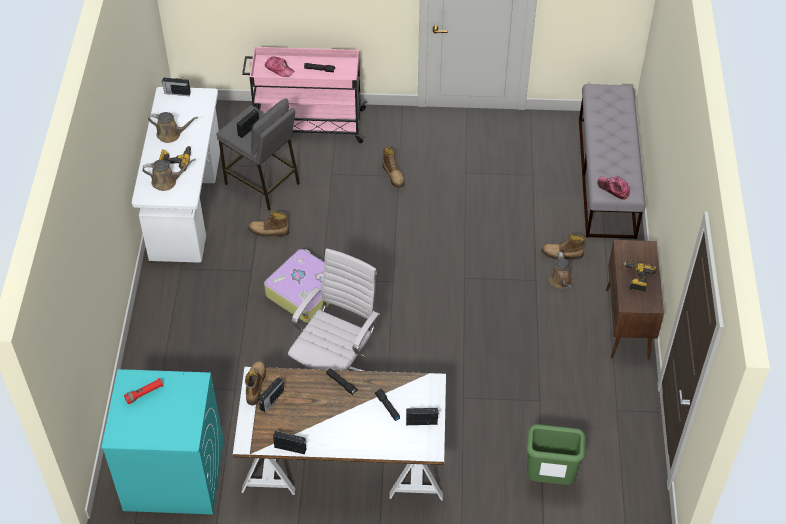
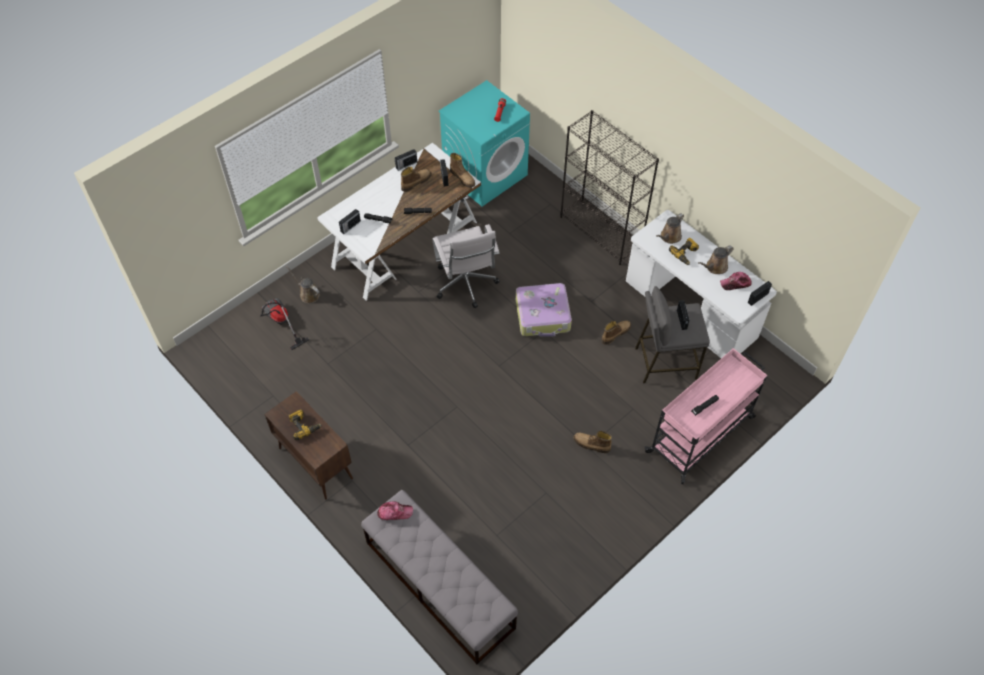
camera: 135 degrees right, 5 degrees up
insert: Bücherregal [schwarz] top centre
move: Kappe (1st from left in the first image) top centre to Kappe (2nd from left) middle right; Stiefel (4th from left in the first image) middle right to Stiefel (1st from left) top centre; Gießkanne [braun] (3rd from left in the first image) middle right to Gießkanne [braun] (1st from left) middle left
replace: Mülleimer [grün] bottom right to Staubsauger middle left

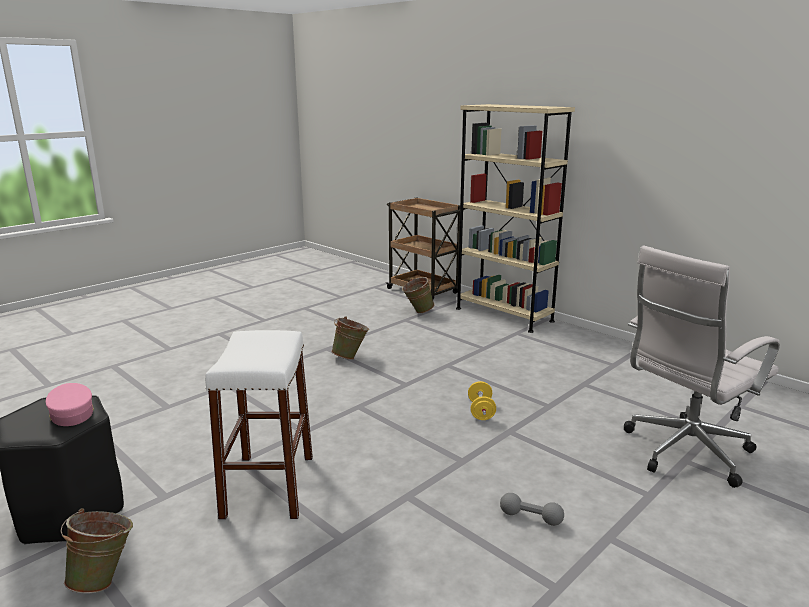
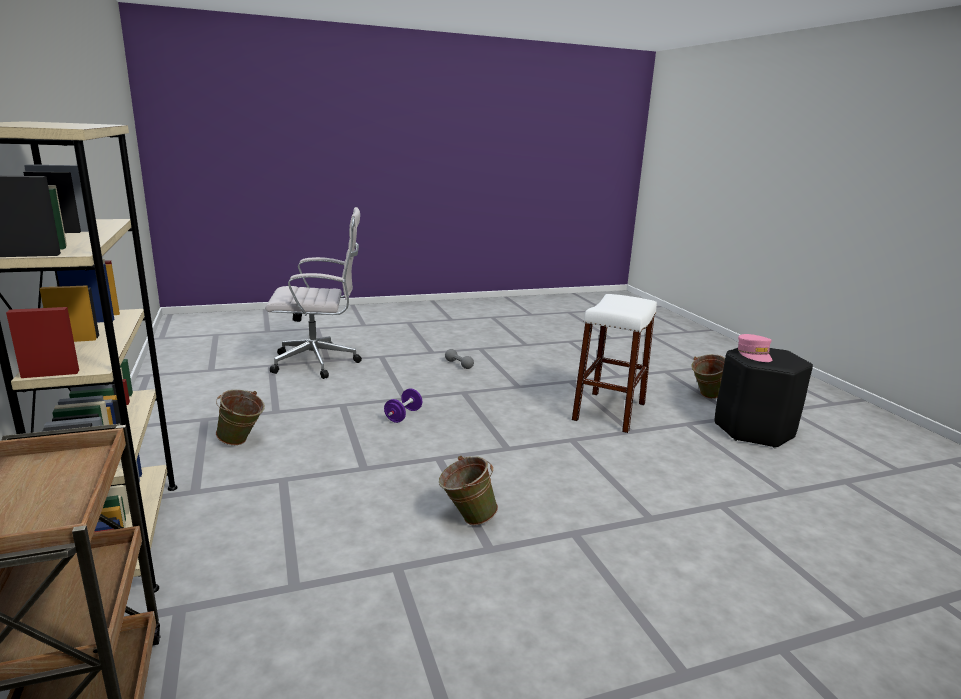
camera: 155 degrees left, 0 degrees up
move: Eimer [grün] (3rd from left in the first image) centre to Eimer [grün] (1st from left) middle left
recolor: Hantel [gelb] centre to Hantel [lila] centre

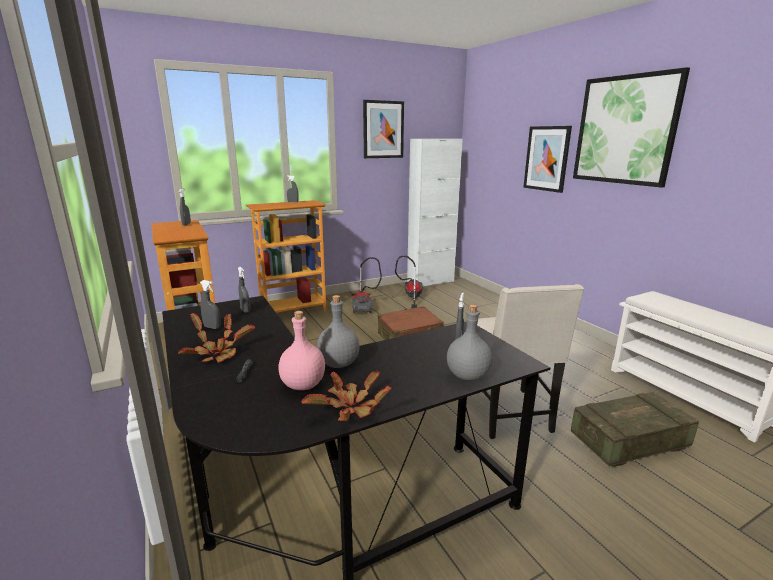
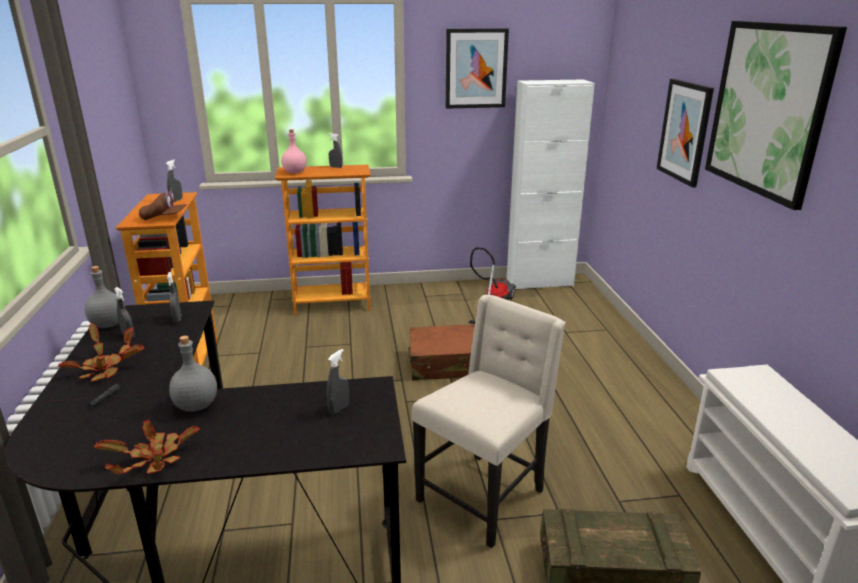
camera: 20 degrees right, 5 degrees up
delete: Staubsauger (1st from left) centre
insert: Kappe [braun] middle left
move: Flasche [grau] (2nd from left in the first image) centre to Flasche [grau] (1st from left) middle left; Flasche [rosa] centre to top centre
rotate: Stuhl [beige] middle right = bottom centre 150 degrees counterclockwise

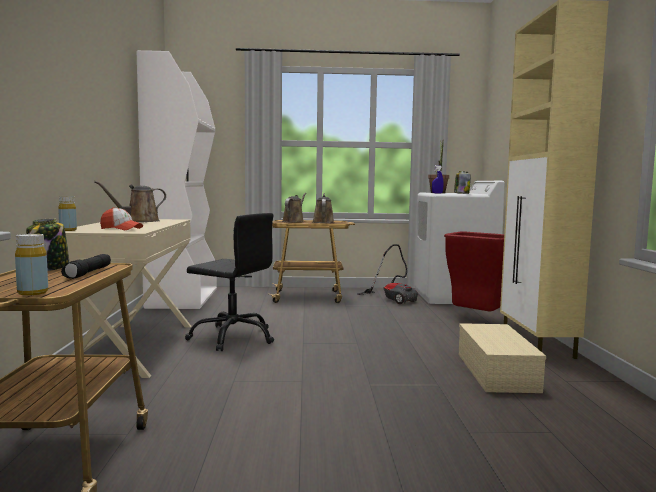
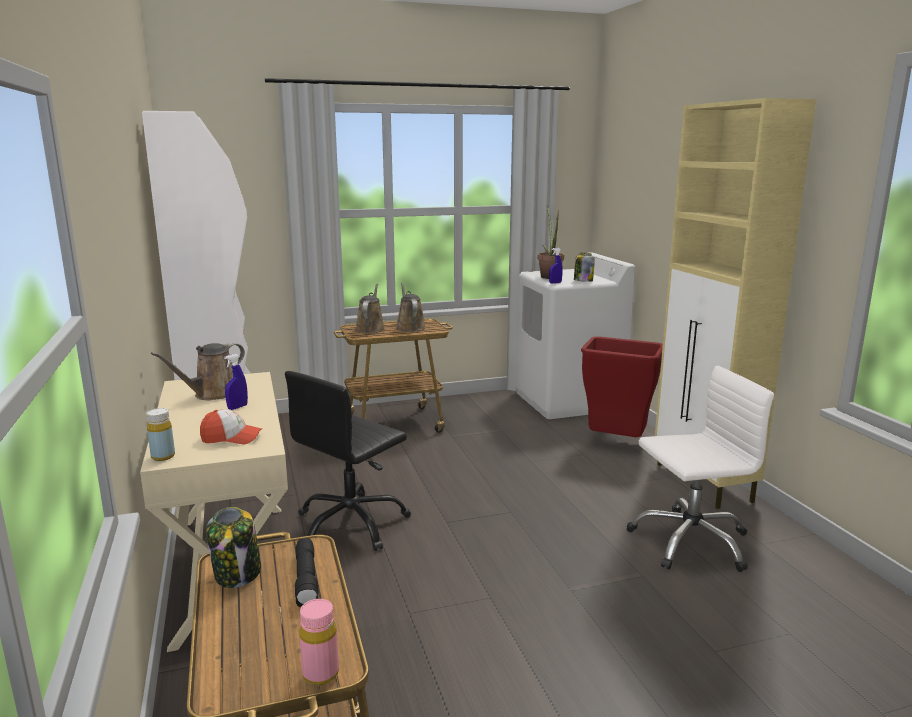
camera: 15 degrees left, 10 degrees up
delete: Staubsauger centre
insert: Sprühflasche [blau] (1st from left) middle left
replace: Aufbewahrungsbox [beige] bottom right to Bürostuhl [weiß] middle right
recolor: Flasche [gelb] (1st from left) middle left to Flasche [rosa] bottom centre
rotate: Bürostuhl [schwarz] centre = centre 120 degrees clockwise

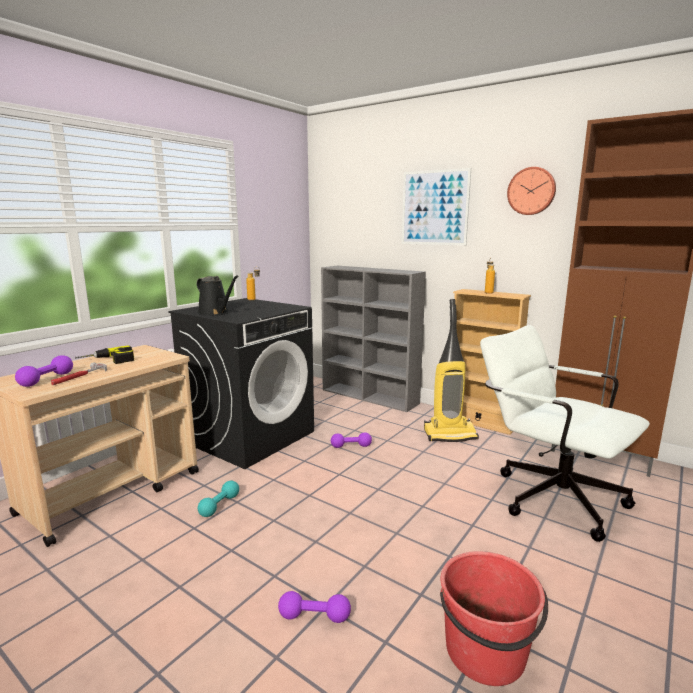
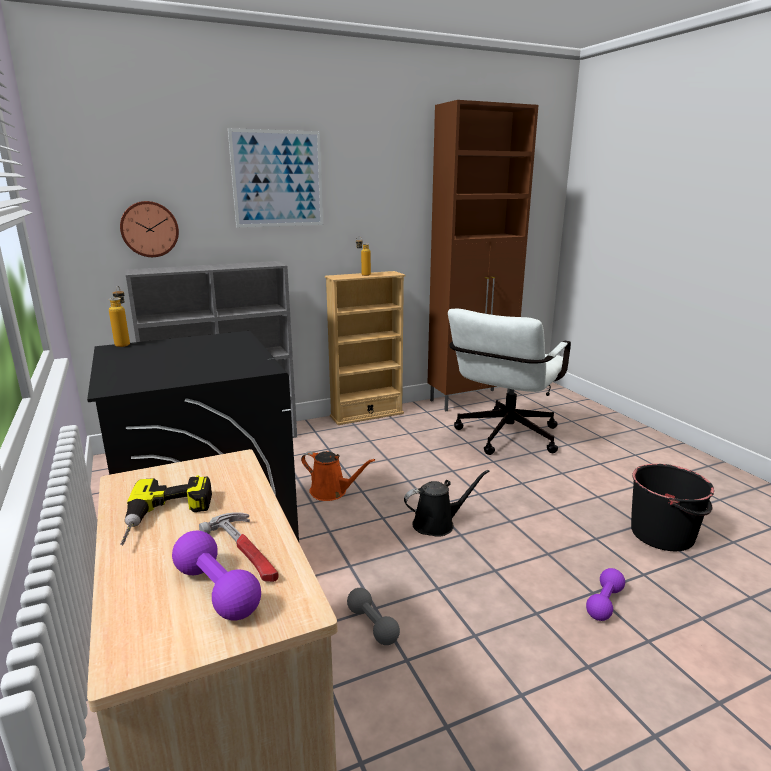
camera: 60 degrees left, 5 degrees up
delete: Staubsauger centre
move: Wanduhr top right to top left; Gießkanne [schwarz] middle left to centre
replace: Hantel [lila] (3rd from left) centre to Gießkanne [orange] centre
recolor: Hantel [türkis] bottom left to Hantel [grau] bottom centre; Eimer [rot] bottom right to Eimer [schwarz] middle right
rotate: Bürostuhl [weiß] middle right = centre 45 degrees counterclockwise

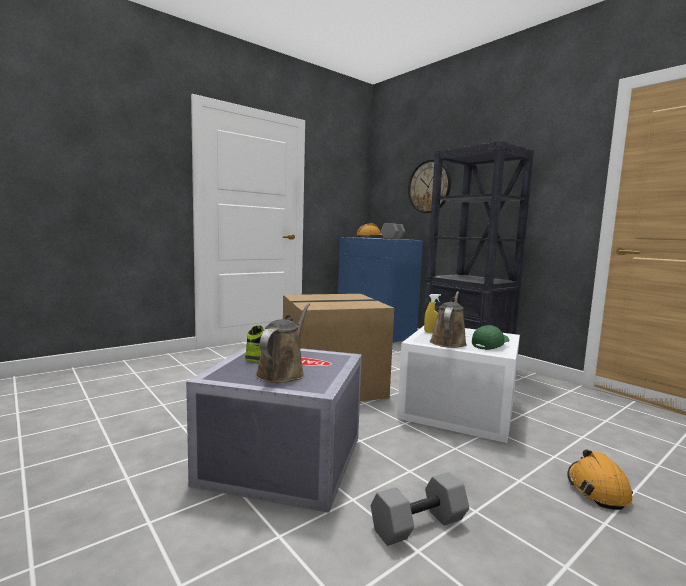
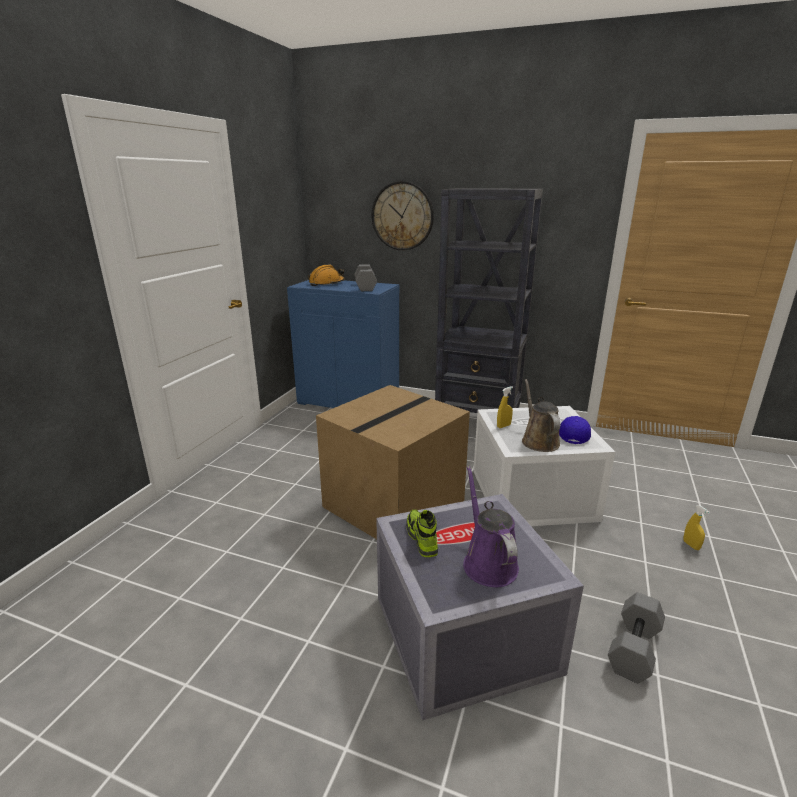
camera: 30 degrees left, 15 degrees up
replace: Schutzhelm [orange] (2nd from left) bottom right to Sprühflasche [gelb] (2nd from left) middle right
recolor: Gießkanne [braun] (1st from left) centre to Gießkanne [lila] centre; Kappe [grün] middle right to Kappe [blau] middle right

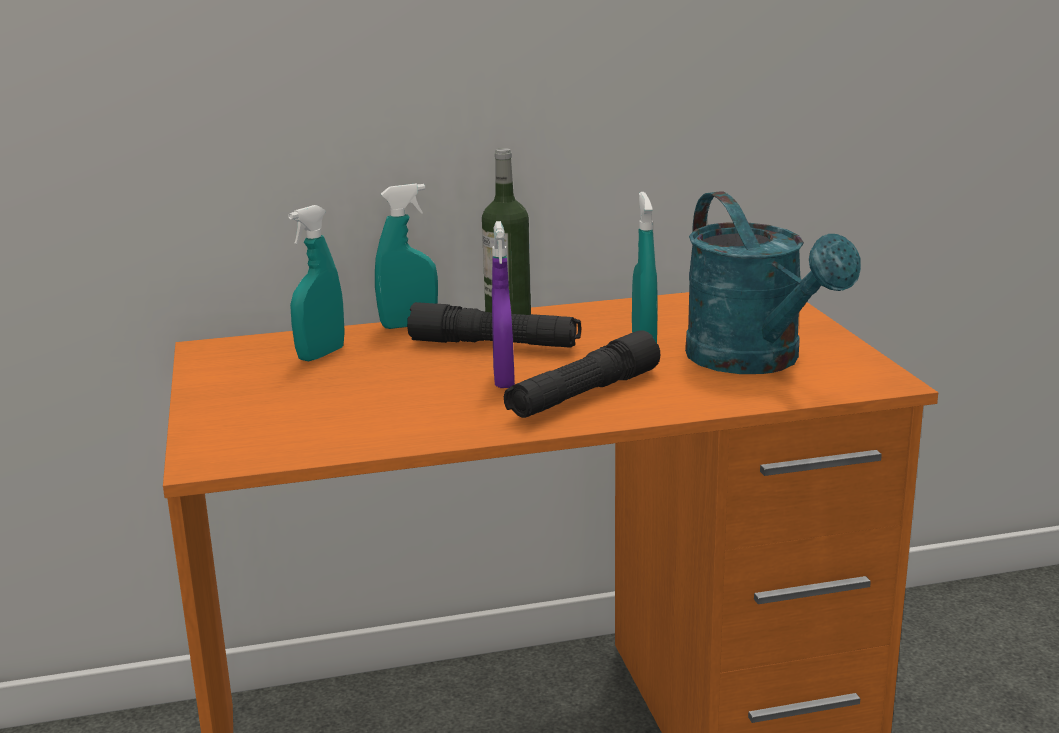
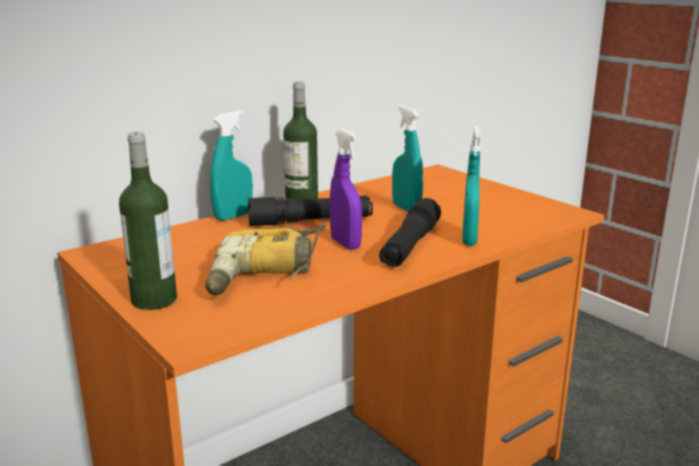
camera: 25 degrees left, 0 degrees up
delete: Gießkanne [türkis] middle right
insert: Flasche (1st from left) middle left; Bohrmaschine centre
move: Sprühflasche [türkis] (1st from left in the first image) middle left to Sprühflasche [türkis] (3rd from left) middle right

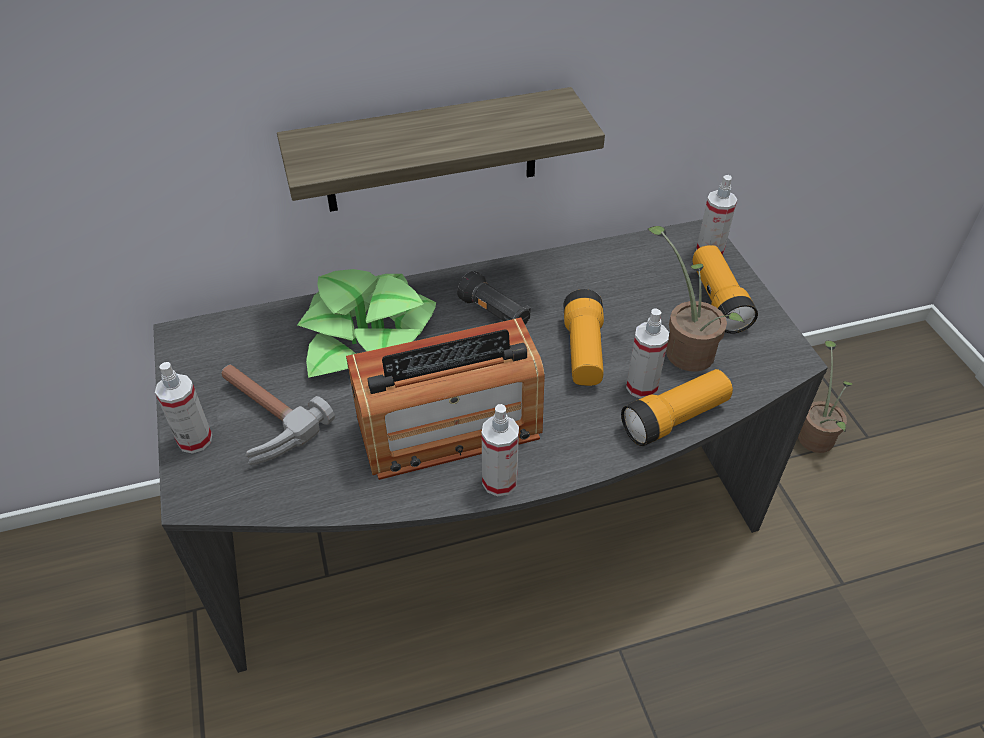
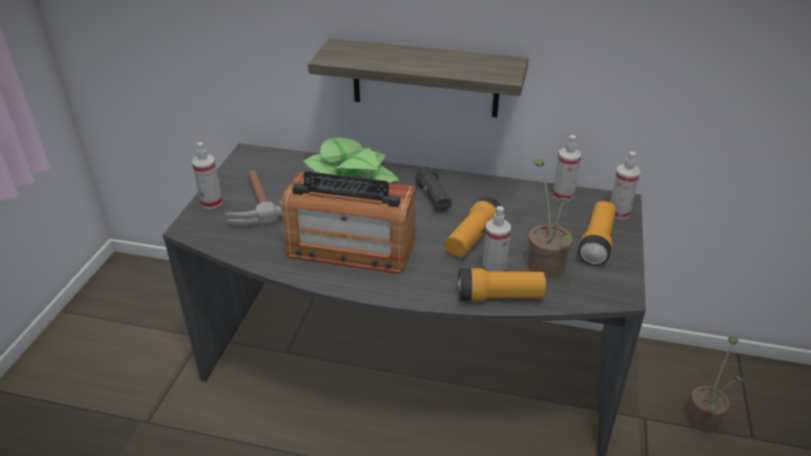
camera: 30 degrees right, 10 degrees down
move: Sprühflasche (2nd from left in the first image) centre to Sprühflasche (3rd from left) middle right

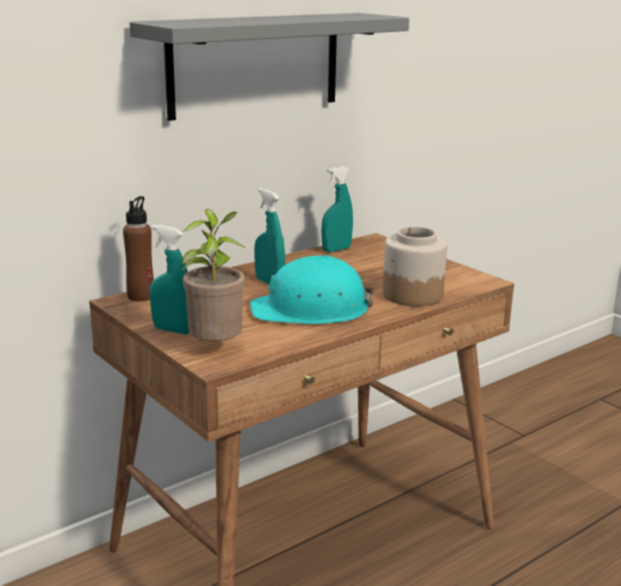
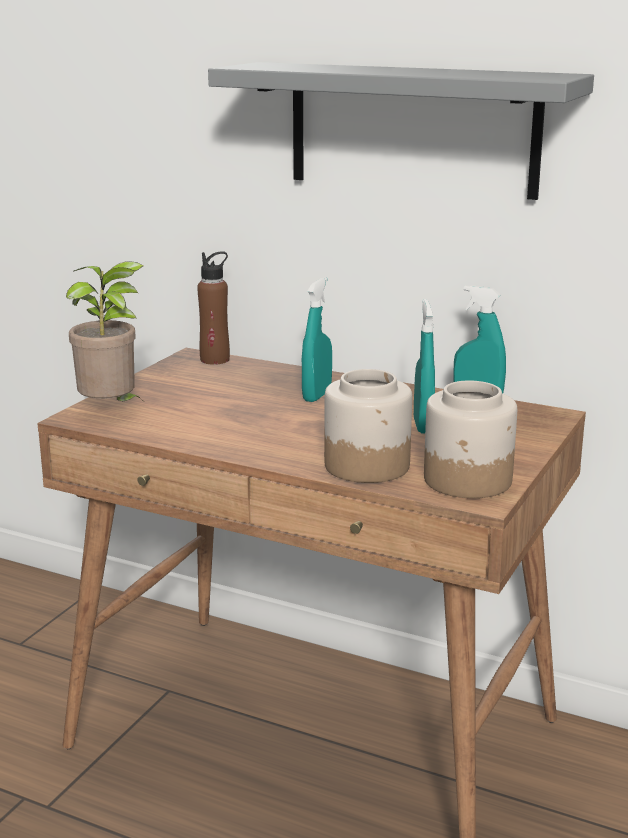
camera: 65 degrees right, 0 degrees up
delete: Schutzhelm [türkis] centre
insert: Vorratsglas (2nd from left) middle right
move: Sprühflasche [türkis] (1st from left in the first image) middle left to Sprühflasche [türkis] (2nd from left) middle right

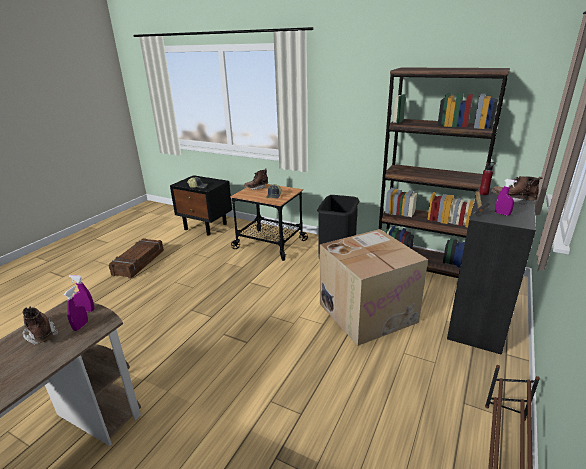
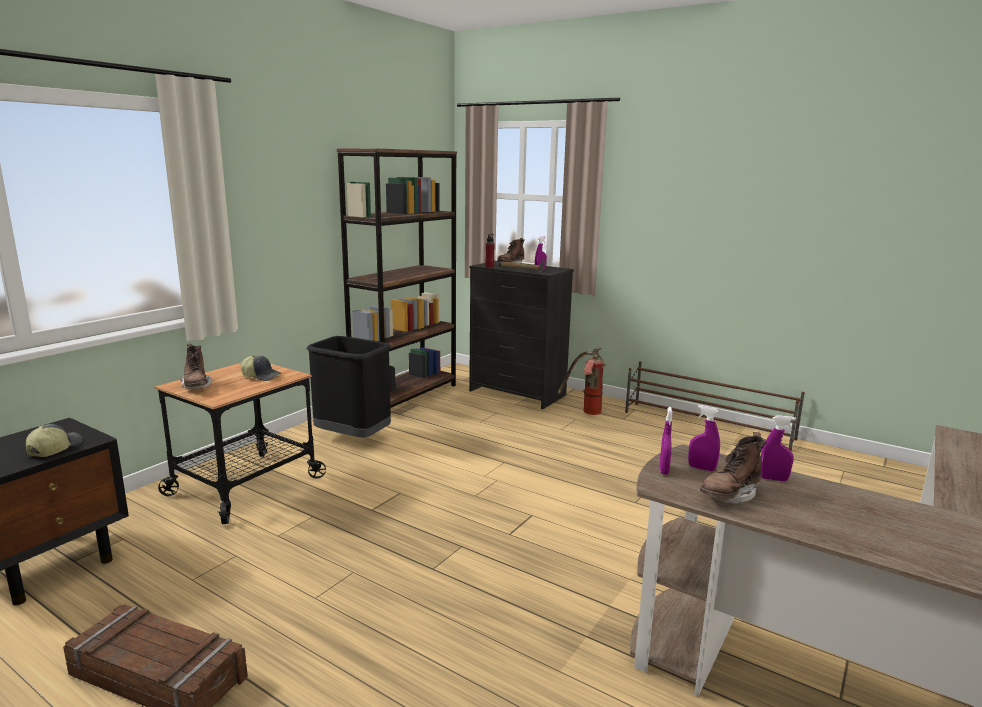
camera: 85 degrees left, 10 degrees down
delete: Karton centre
insert: Feuerlöscher centre; Sprühflasche [lila] (4th from left) middle right

